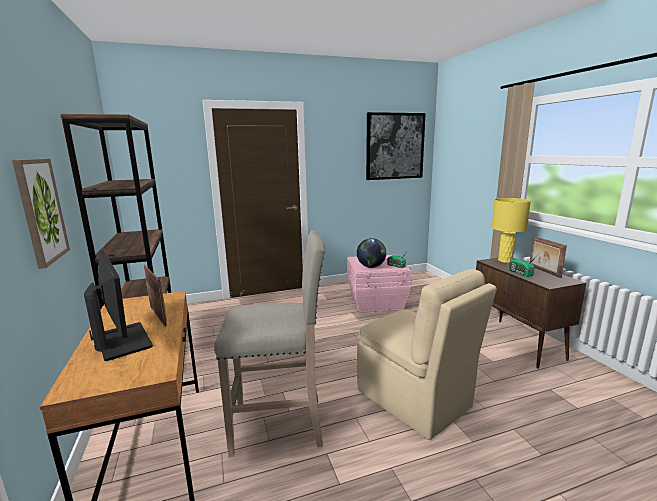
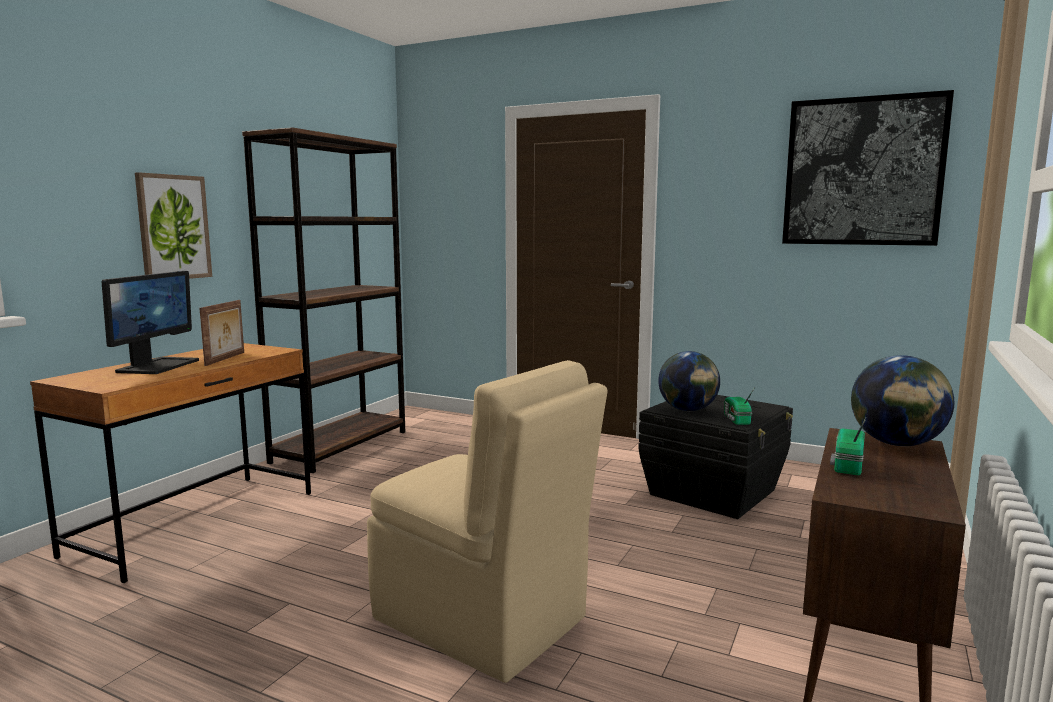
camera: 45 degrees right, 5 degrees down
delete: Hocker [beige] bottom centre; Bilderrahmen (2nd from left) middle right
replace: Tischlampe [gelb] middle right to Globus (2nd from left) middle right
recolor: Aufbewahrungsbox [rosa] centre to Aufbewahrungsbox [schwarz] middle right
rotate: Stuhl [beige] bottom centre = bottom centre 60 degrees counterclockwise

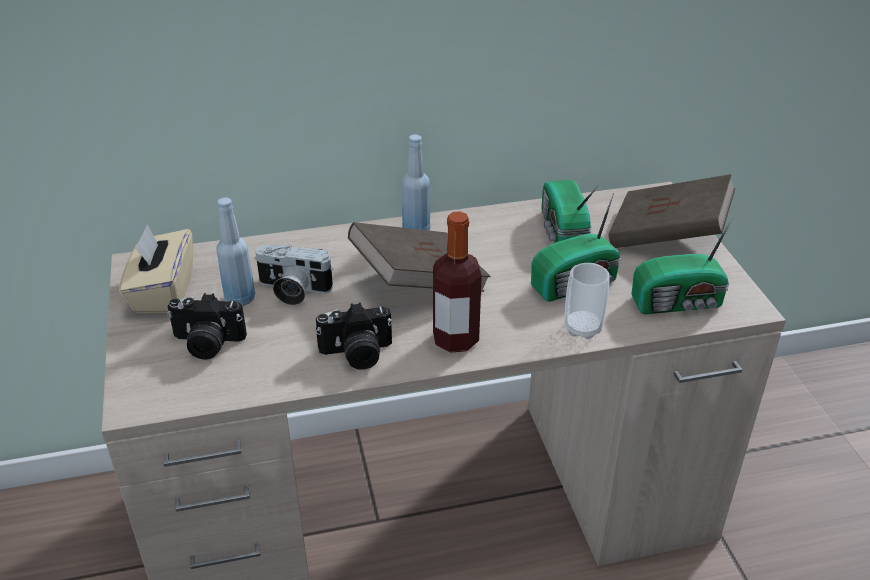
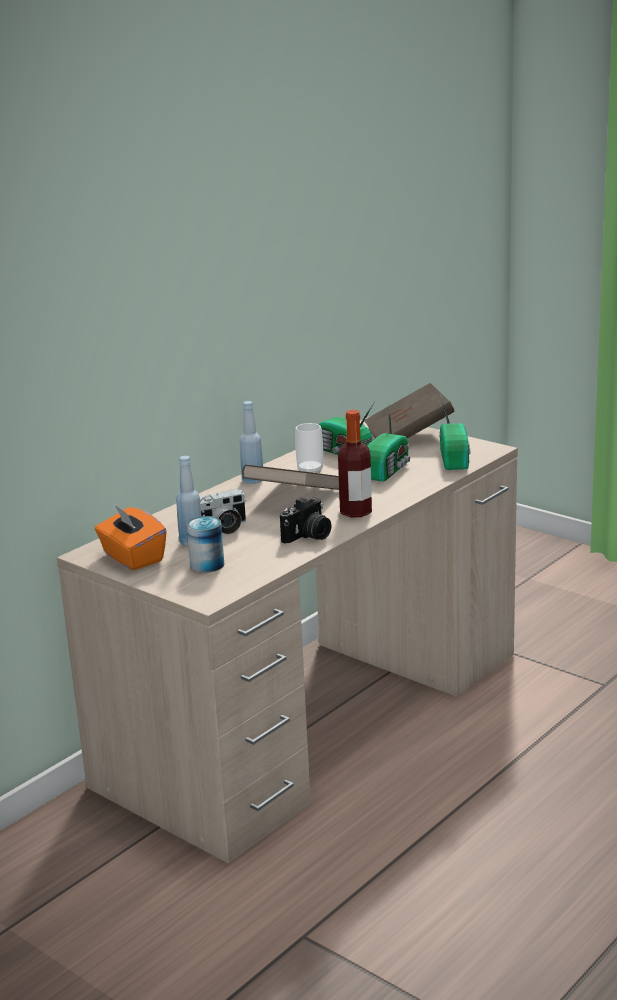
camera: 35 degrees left, 15 degrees down
move: Tasse middle right to centre
replace: Kamera (1st from left) middle left to Dose middle left
recolor: Taschentuchbox [beige] middle left to Taschentuchbox [orange] middle left
rotate: Radio (3rd from left) middle right = middle right 45 degrees counterclockwise

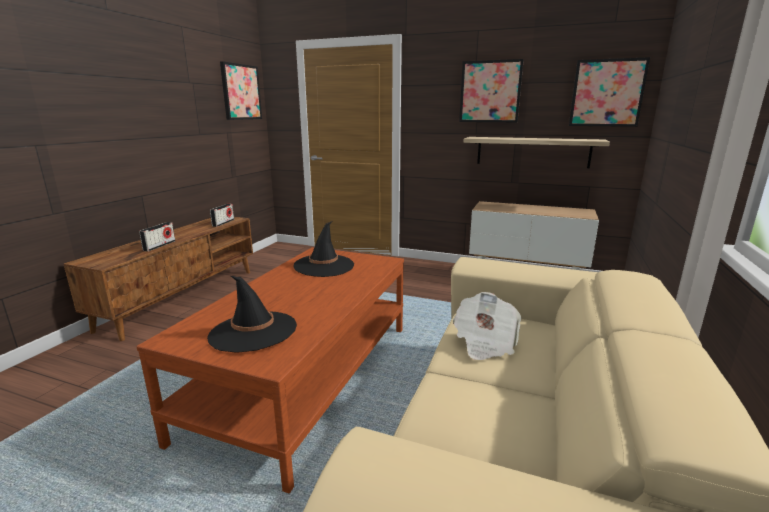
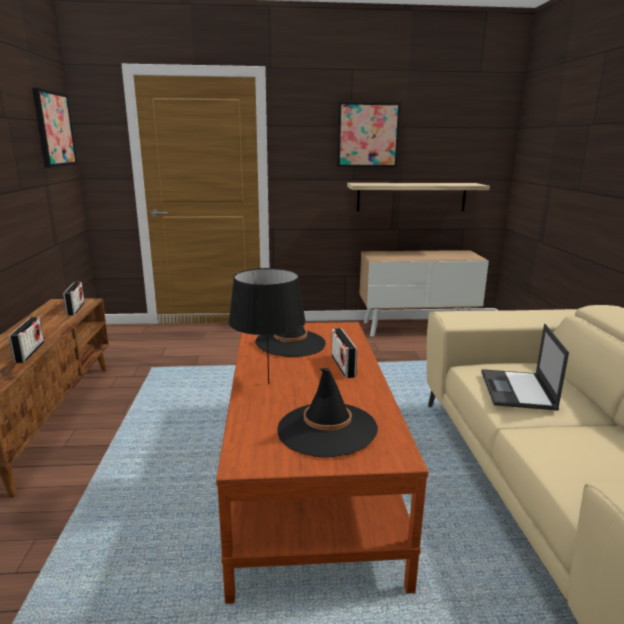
camera: 25 degrees left, 0 degrees up
delete: Bild (3rd from left) top right
insert: Tischlampe [schwarz] centre; Radio (3rd from left) centre
replace: Zeitung centre to Laptop middle right

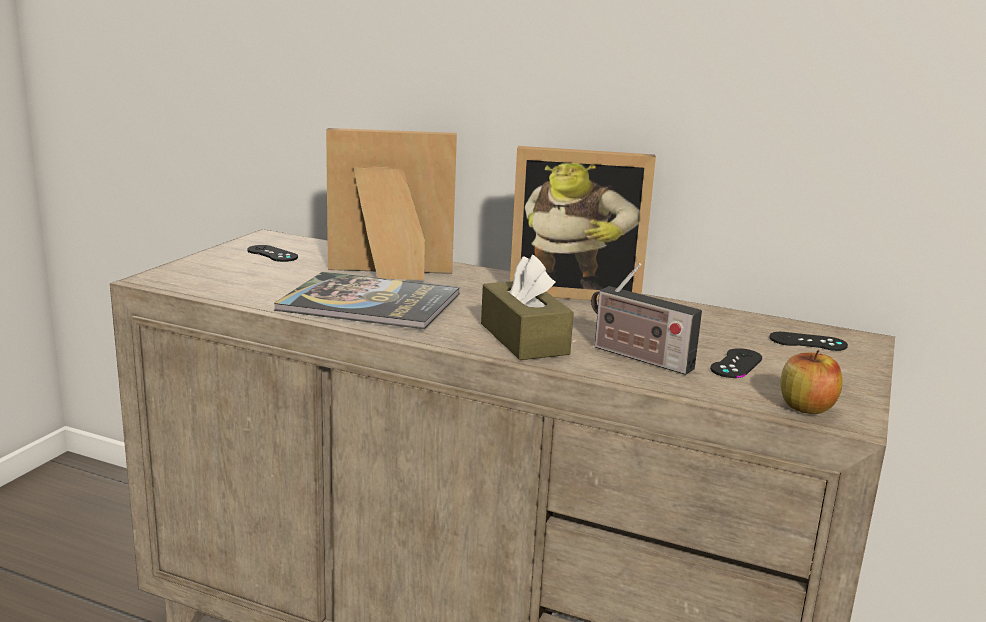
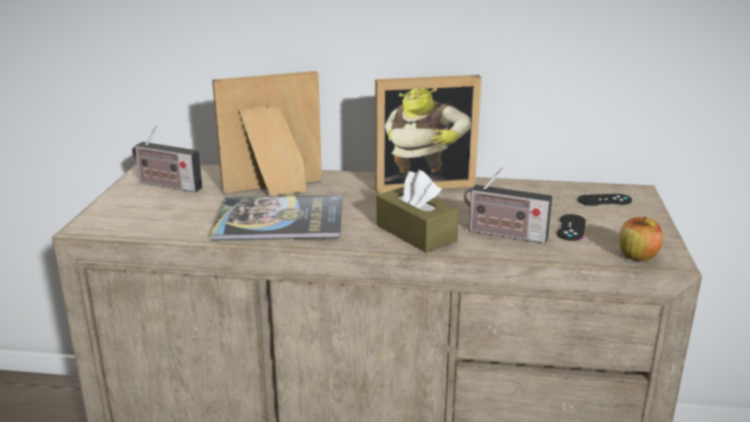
camera: 15 degrees left, 5 degrees up
replace: Gamepad [schwarz] (1st from left) middle left to Radio (1st from left) middle left

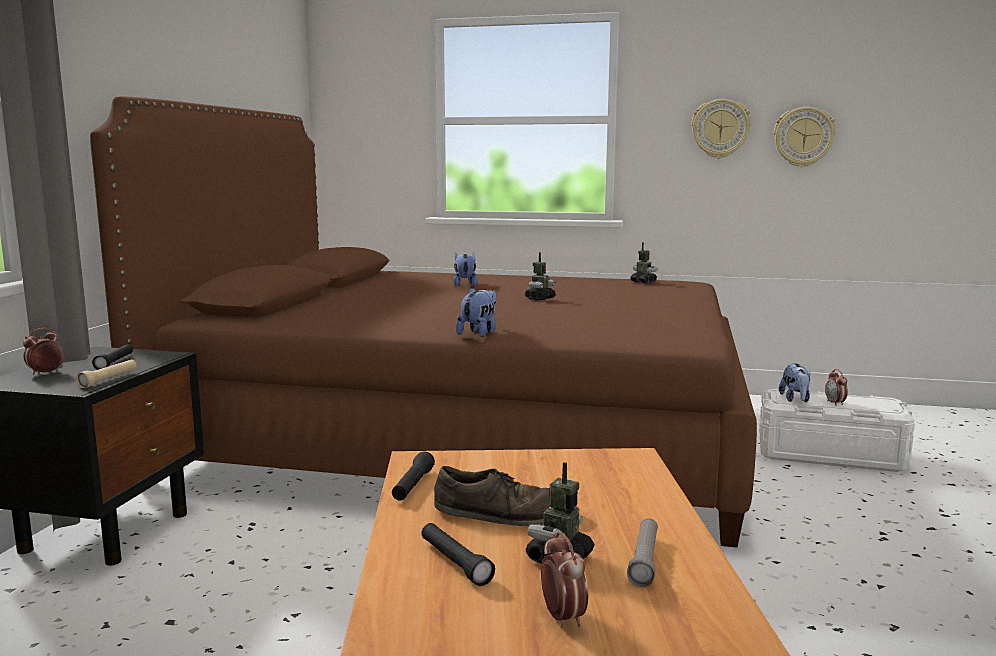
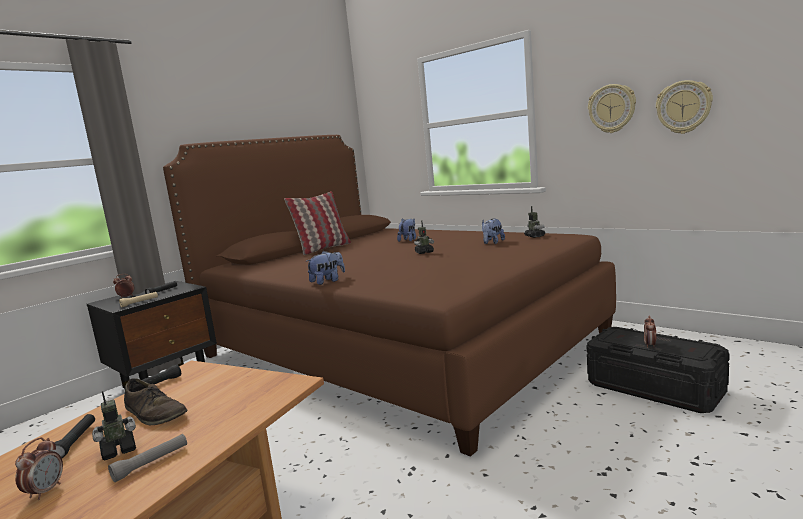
camera: 30 degrees right, 0 degrees up
insert: Kissen centre
move: Plüschtier (3rd from left) middle right to centre
recolor: Aufbewahrungsbox [weiß] middle right to Aufbewahrungsbox [schwarz] bottom right

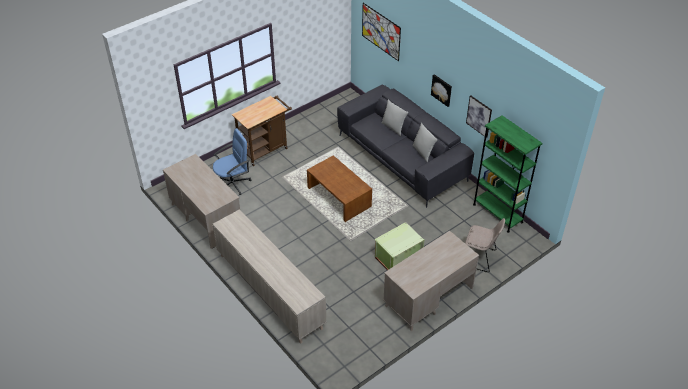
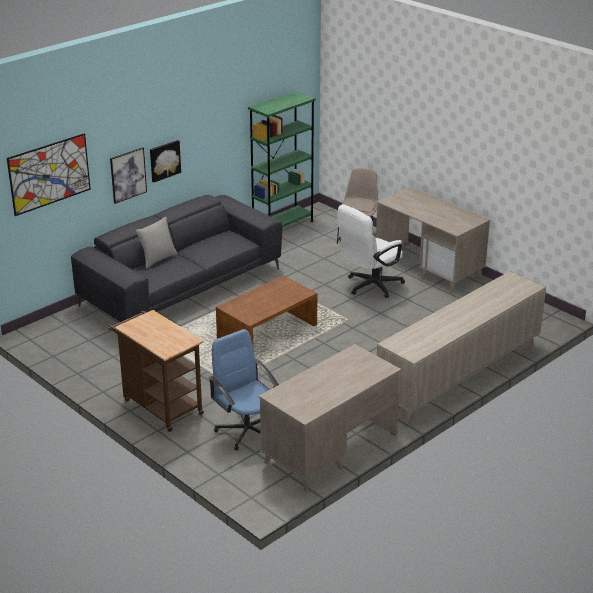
camera: 95 degrees left, 15 degrees down
delete: Kissen [grau] (2nd from left) centre
move: Bild (3rd from left in the first image) top right to Bild (2nd from left) top left
replace: Aufbewahrungsbox [grün] centre to Bürostuhl [weiß] centre

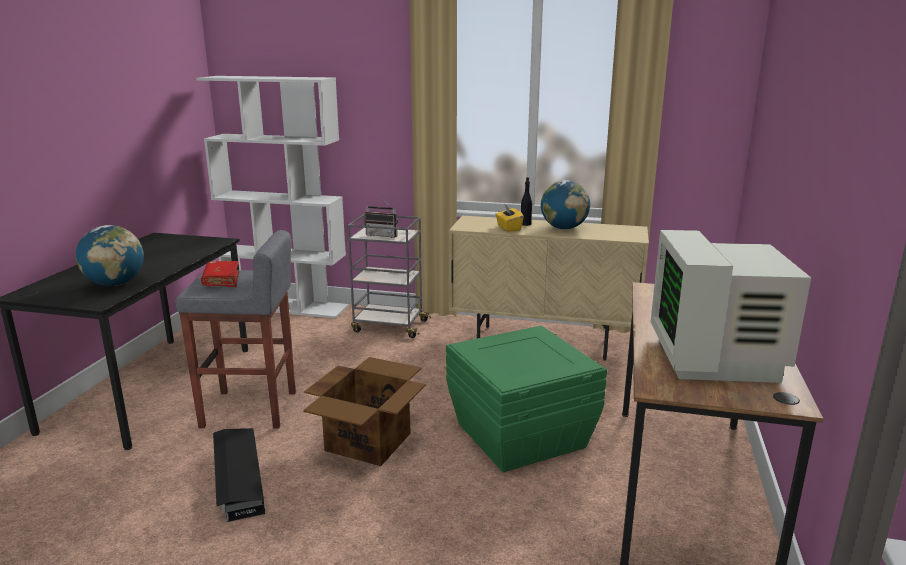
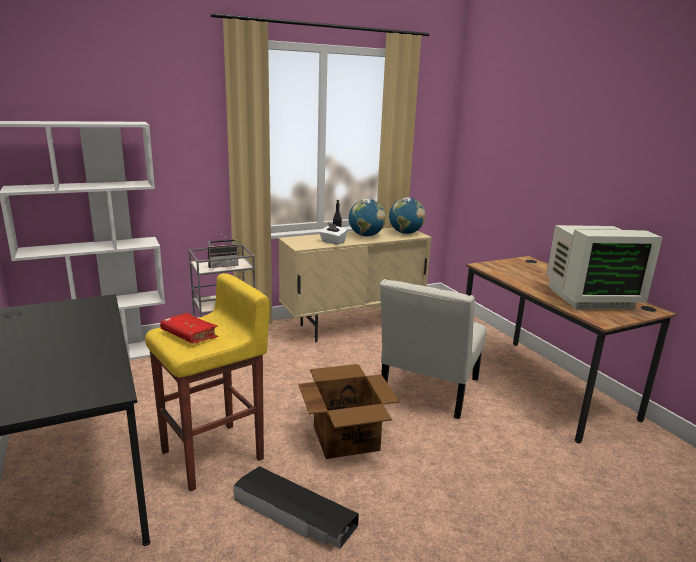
camera: 40 degrees left, 0 degrees up
move: Globus (1st from left in the first image) middle left to Globus (2nd from left) centre
replace: Aufbewahrungsbox [grün] bottom centre to Stuhl [weiß] centre
recolor: Taschentuchbox [gelb] centre to Taschentuchbox [weiß] centre; Hocker [grau] middle left to Hocker [gelb] bottom left
rotate: Monitor middle right = middle right 60 degrees counterclockwise

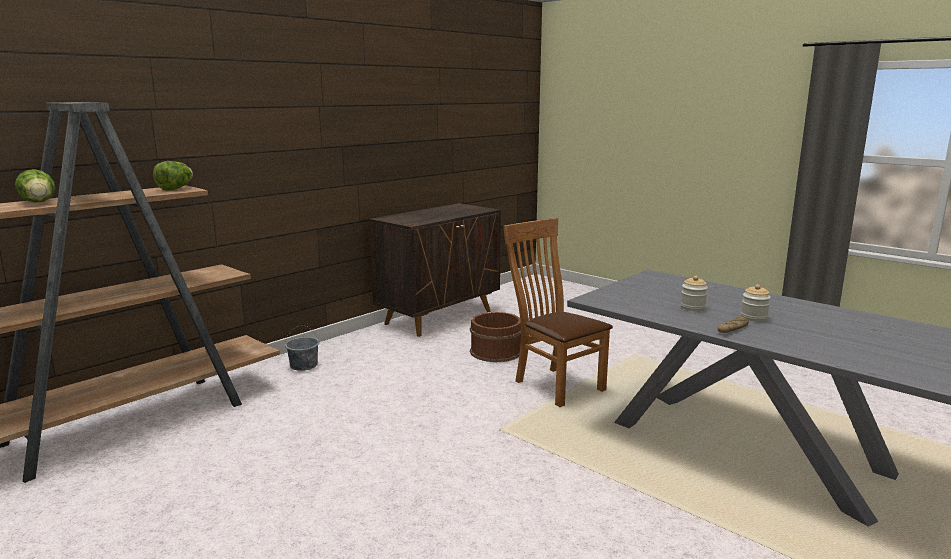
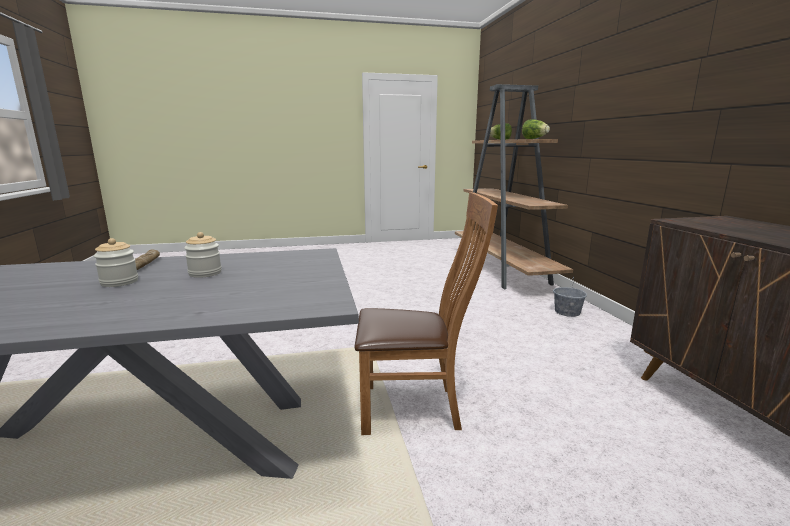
camera: 125 degrees right, 0 degrees up
delete: Eimer [braun] centre

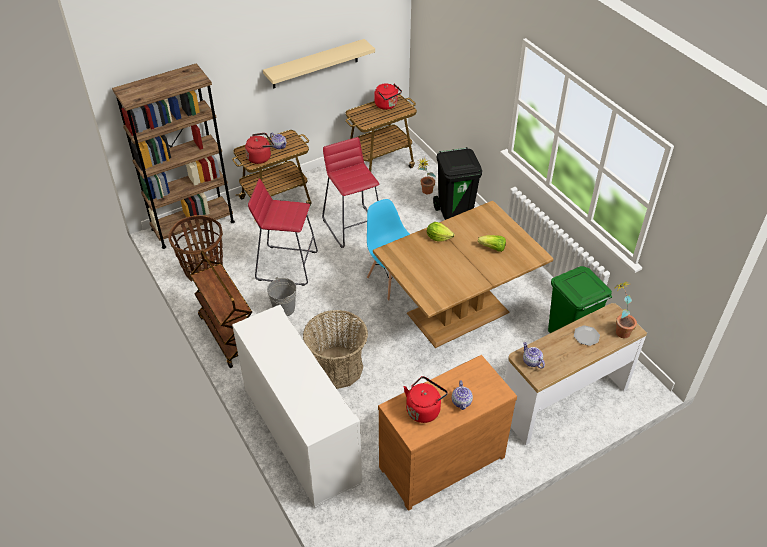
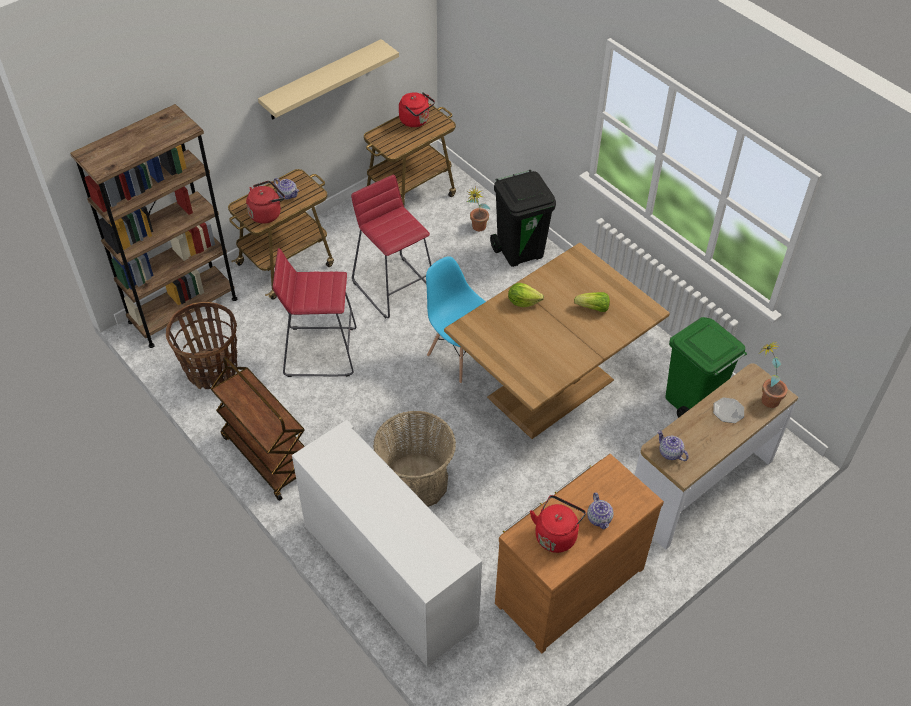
camera: 10 degrees left, 5 degrees up
delete: Eimer [grau] centre

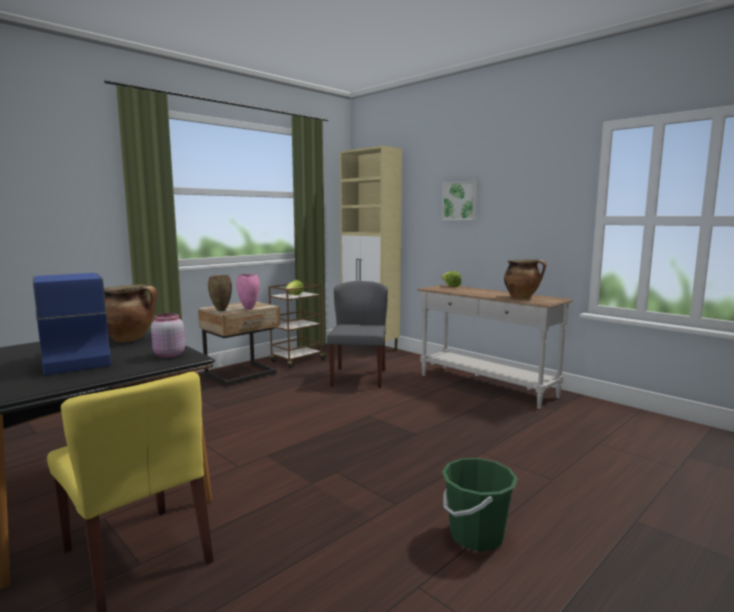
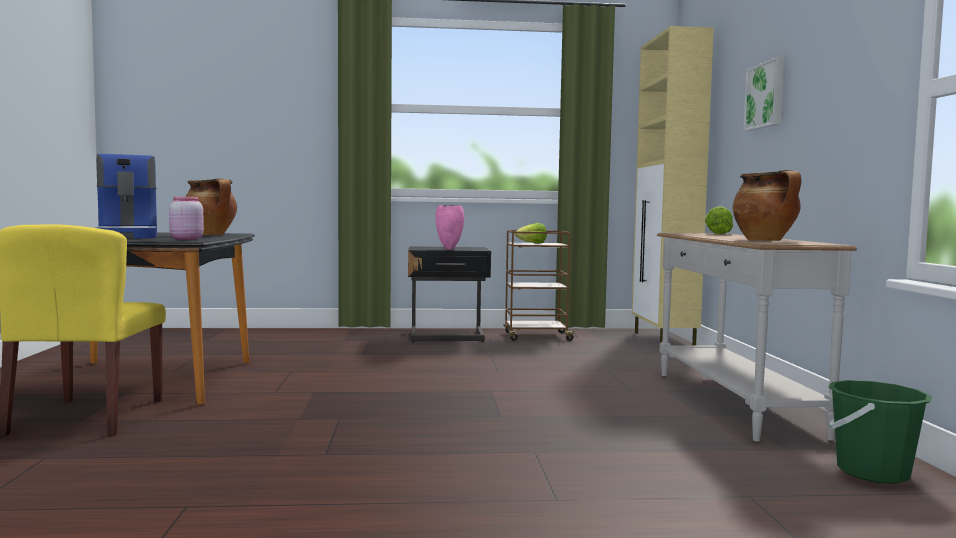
camera: 40 degrees right, 5 degrees down
delete: Vase [braun] middle left; Stuhl [grau] centre
move: Eimer [grün] bottom centre to bottom right
recolor: Nachttisch [beige] middle left to Nachttisch [schwarz] centre
rotate: Kaffeemaschine middle left = middle left 150 degrees clockwise

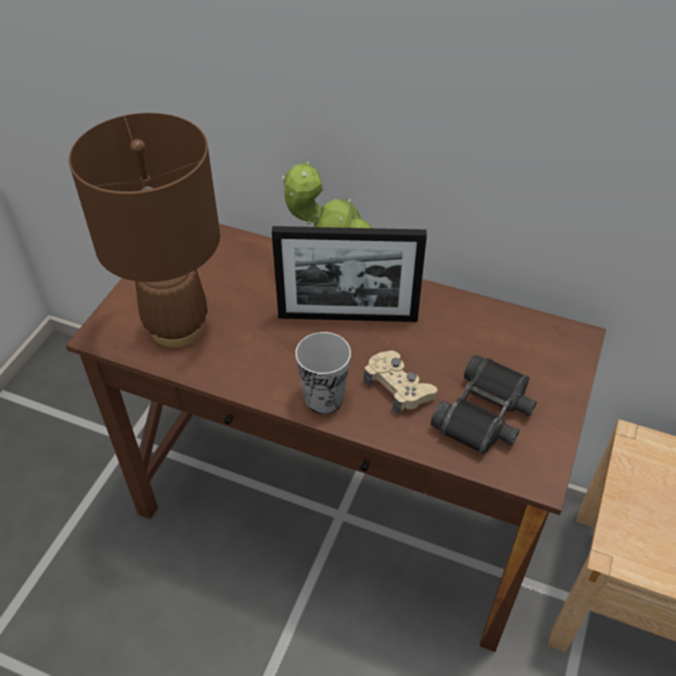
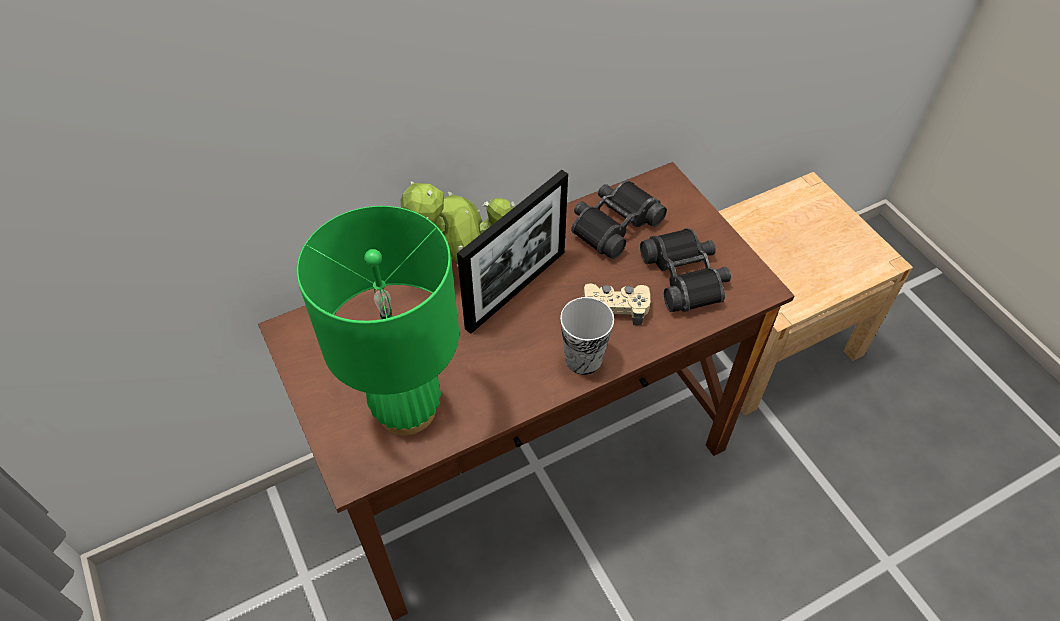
camera: 50 degrees left, 5 degrees up
insert: Fernglas [schwarz] (1st from left) centre
recolor: Tischlampe [braun] middle left to Tischlampe [grün] centre

